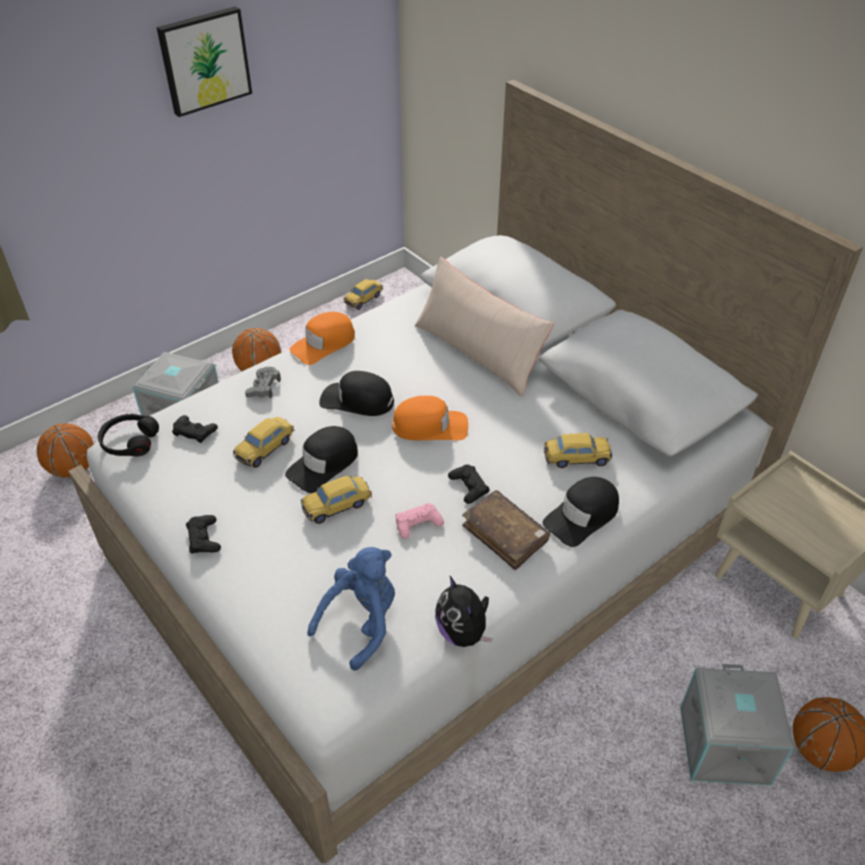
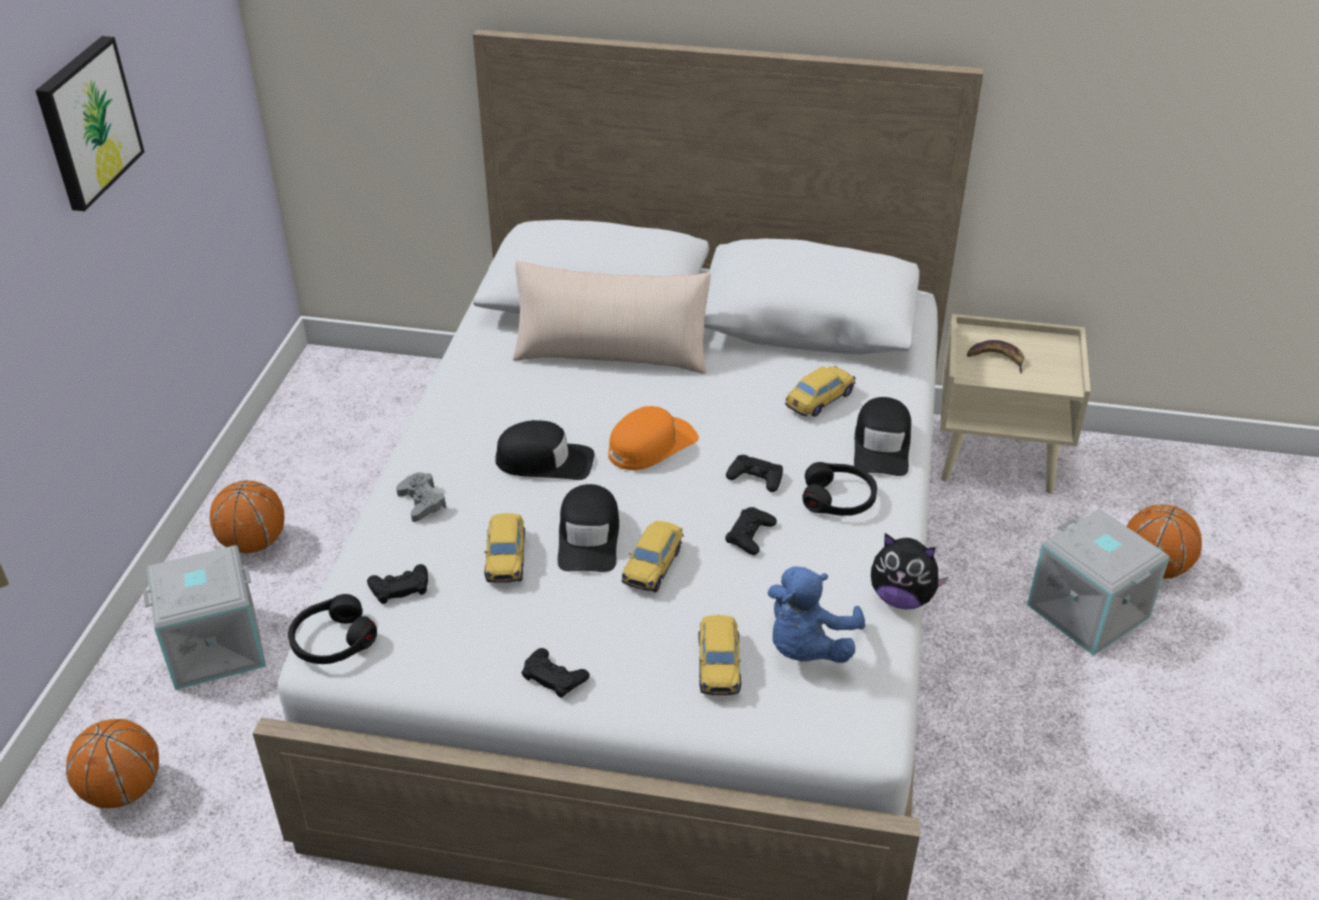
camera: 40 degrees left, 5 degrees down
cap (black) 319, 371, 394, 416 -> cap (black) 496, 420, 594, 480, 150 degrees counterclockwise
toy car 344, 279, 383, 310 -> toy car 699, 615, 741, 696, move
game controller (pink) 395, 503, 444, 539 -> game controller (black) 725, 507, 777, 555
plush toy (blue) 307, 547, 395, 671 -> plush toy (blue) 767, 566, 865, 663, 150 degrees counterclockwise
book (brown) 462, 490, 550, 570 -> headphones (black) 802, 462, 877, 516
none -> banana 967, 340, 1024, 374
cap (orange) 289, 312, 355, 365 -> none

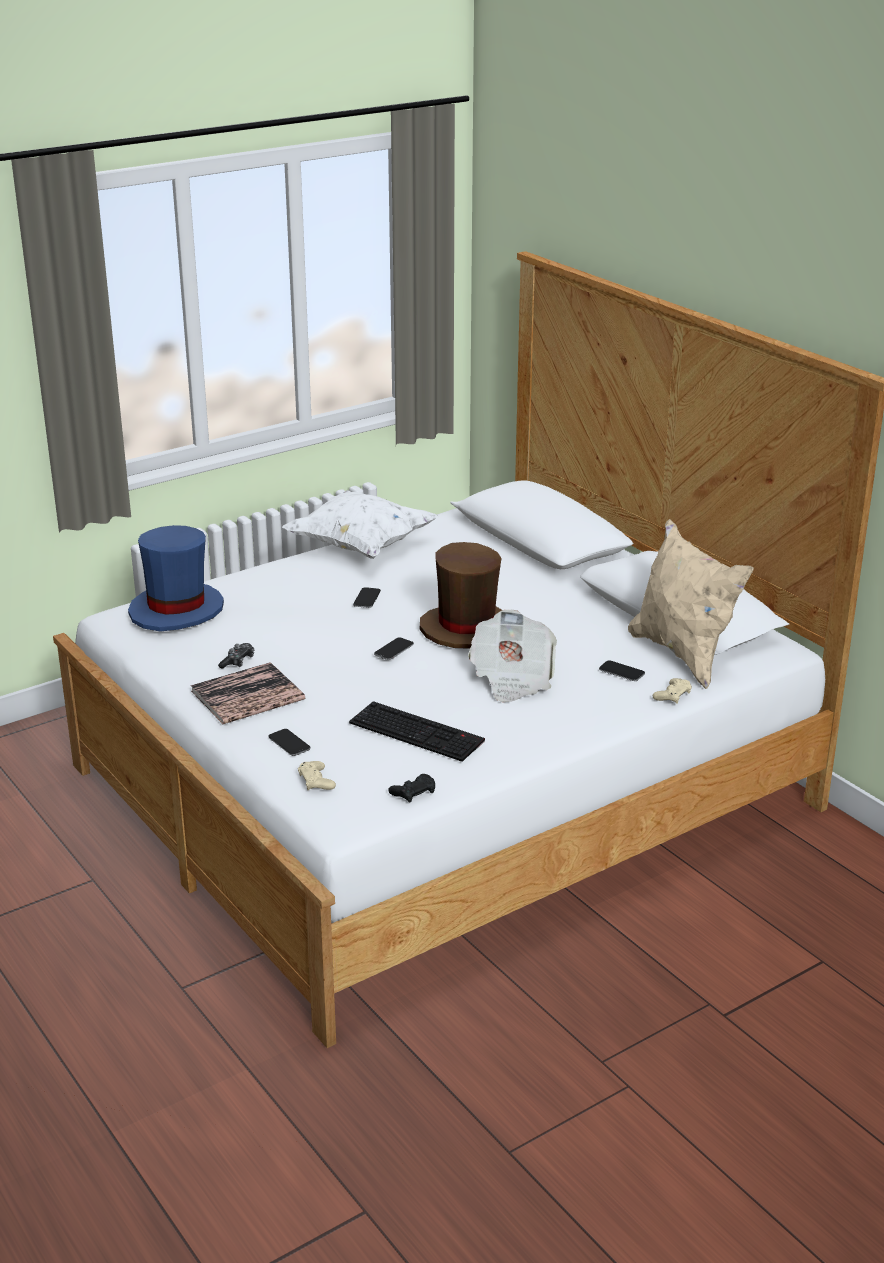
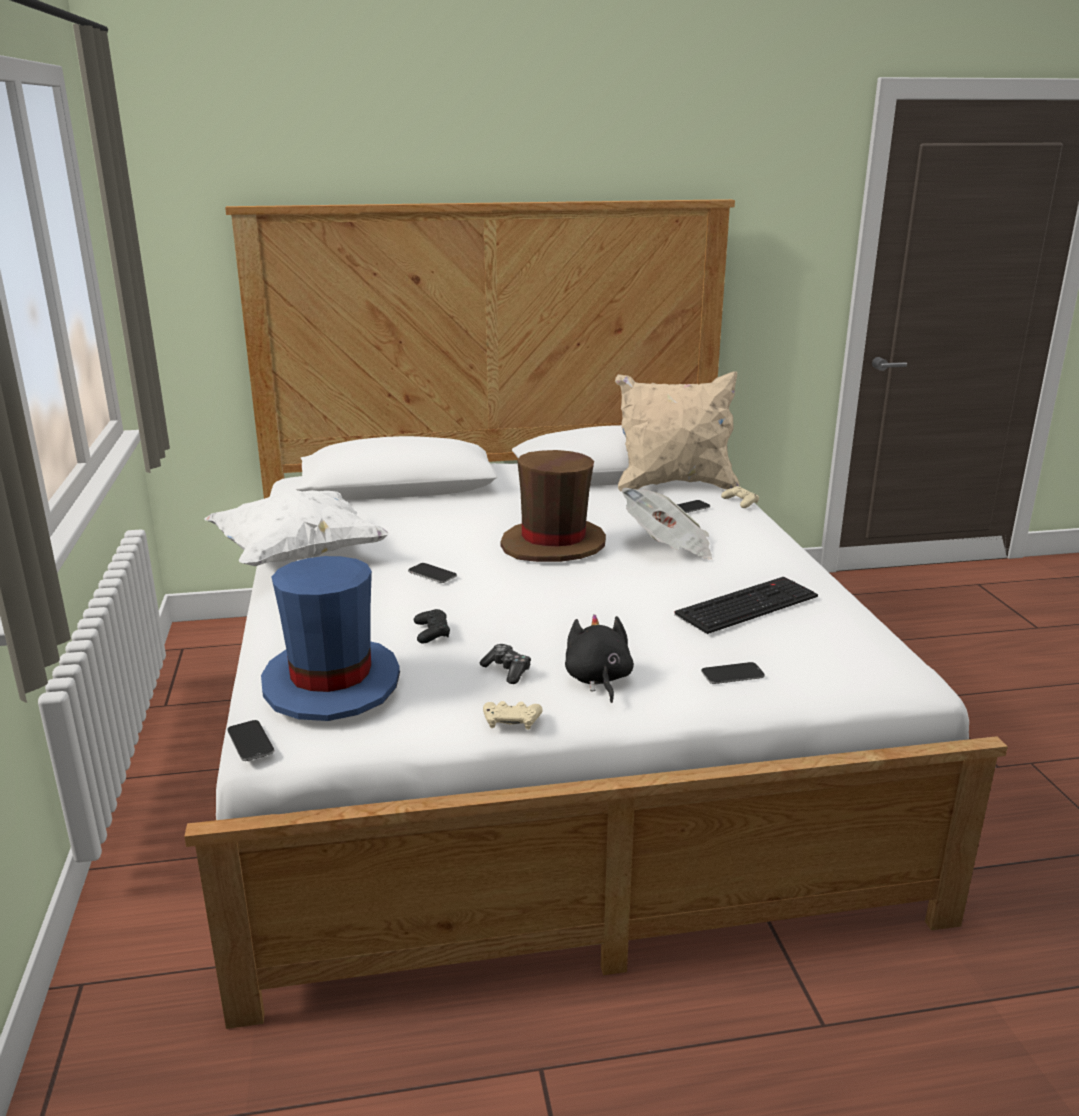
camera: 65 degrees left, 5 degrees down
phone 374, 637, 414, 660 -> phone 227, 720, 274, 761, move
game controller (black) 388, 774, 435, 803 -> game controller (black) 414, 609, 450, 644, move
game controller (beige) 298, 761, 336, 790 -> game controller (beige) 483, 701, 543, 730, move
book 190, 662, 305, 724 -> plush toy (black) 565, 614, 634, 703

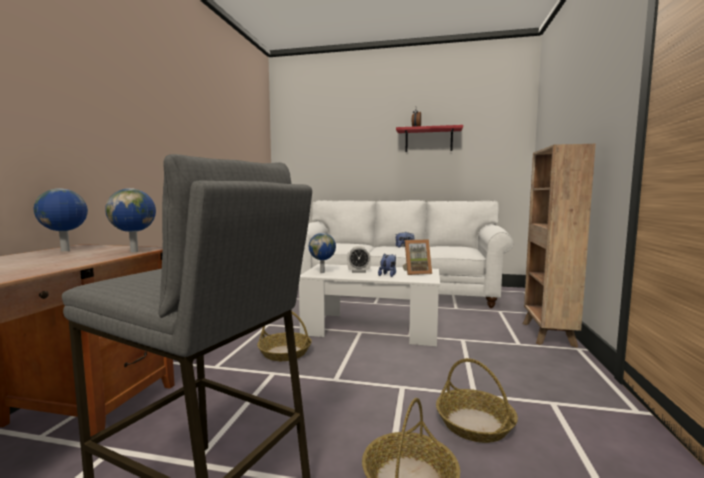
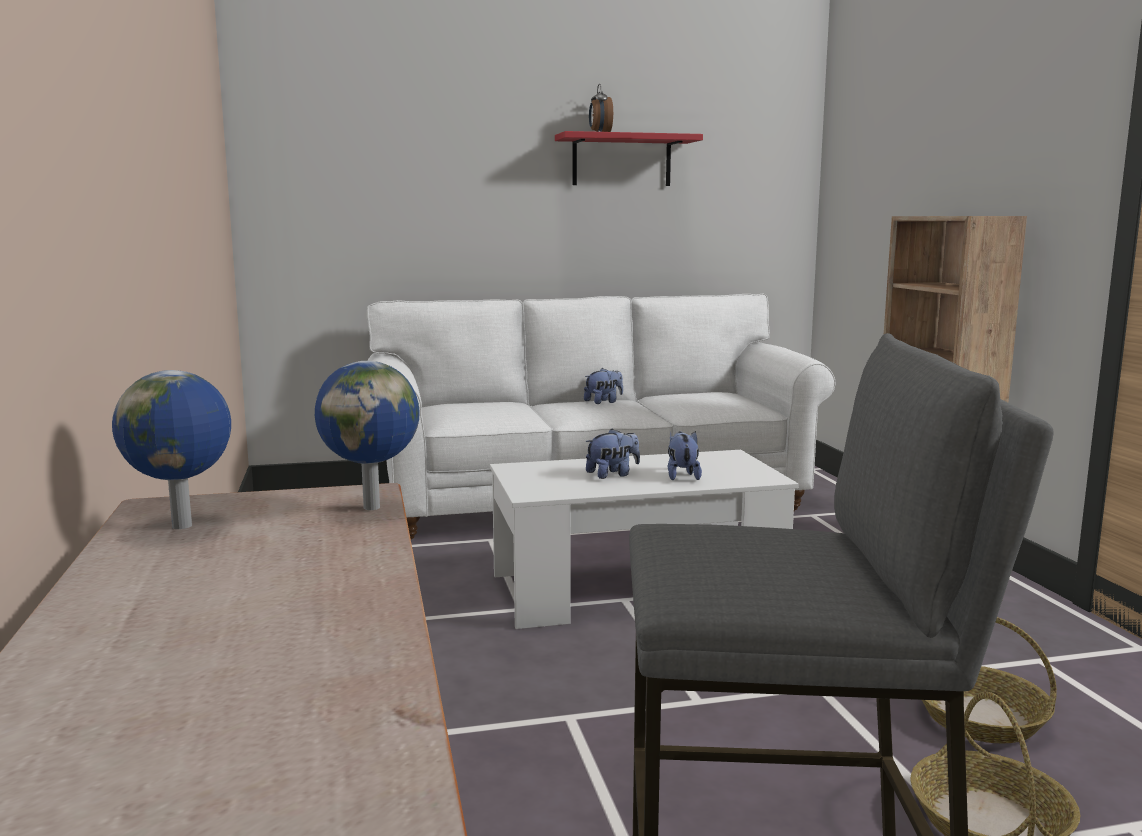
camera: 25 degrees left, 5 degrees up
alarm clock 347, 245, 371, 273 -> plush toy 586, 429, 640, 479
basket 257, 311, 312, 361 -> none
globe 309, 233, 336, 273 -> none
picture frame 403, 239, 432, 275 -> none

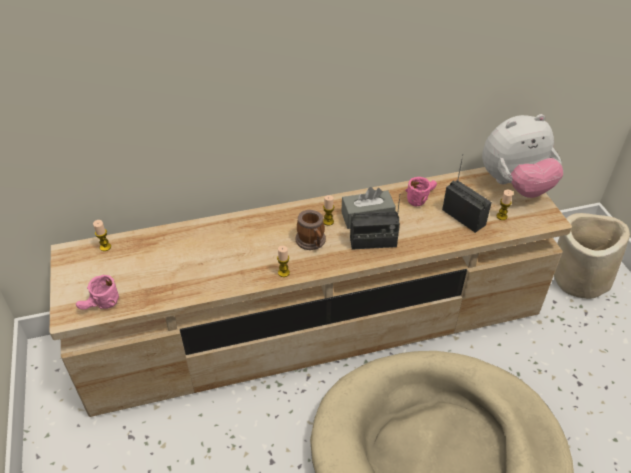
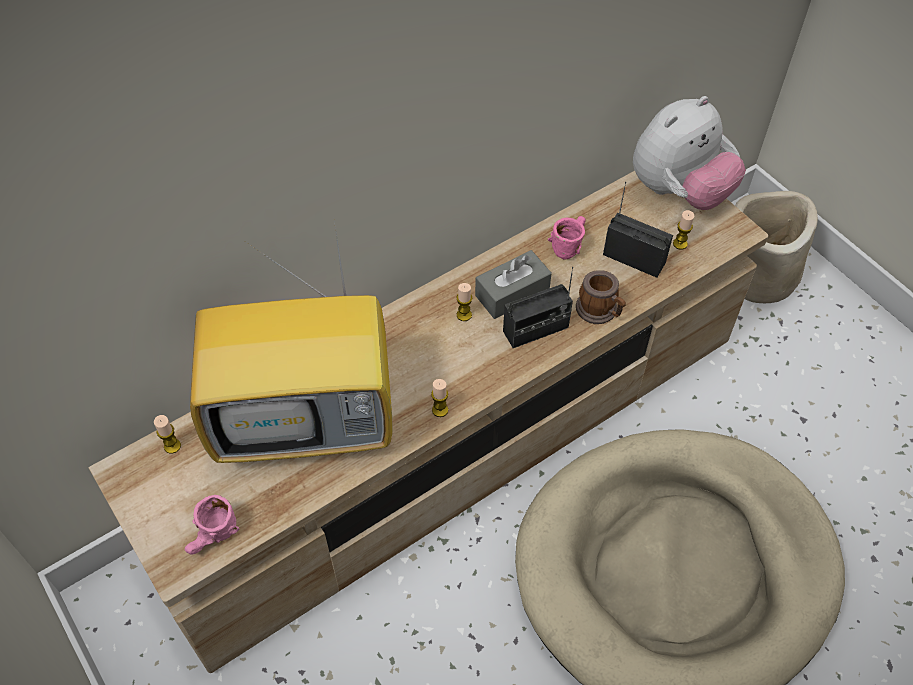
camera: 20 degrees left, 10 degrees up
none -> television 190, 221, 393, 463
mug 296, 210, 326, 250 -> mug 576, 270, 626, 324, move

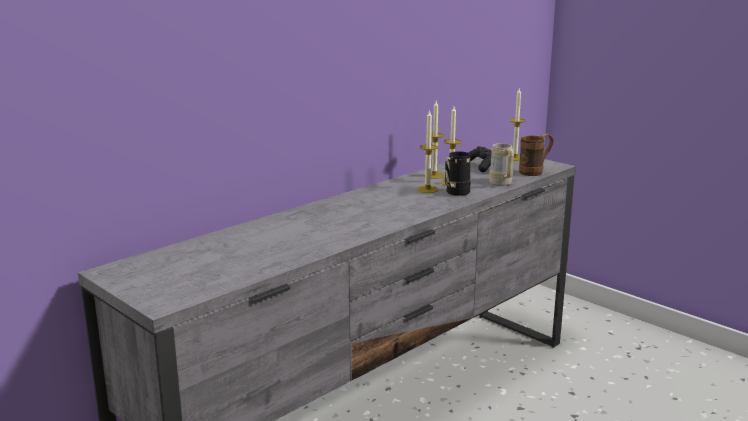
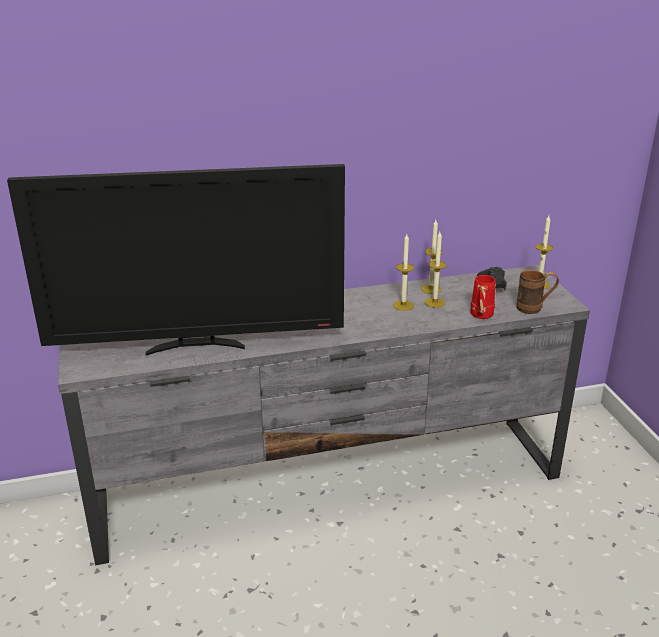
camera: 30 degrees right, 10 degrees up
none -> television 7, 164, 345, 355
mug (beige) 489, 143, 514, 186 -> mug (red) 470, 275, 496, 319
mug (black) 445, 151, 471, 196 -> none

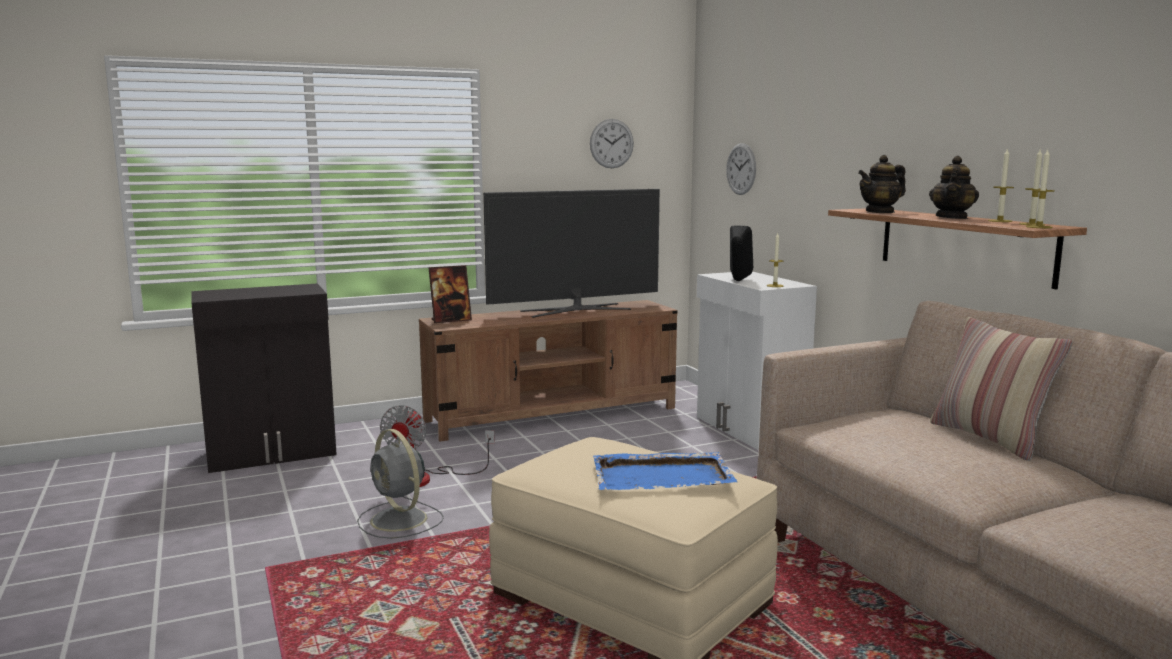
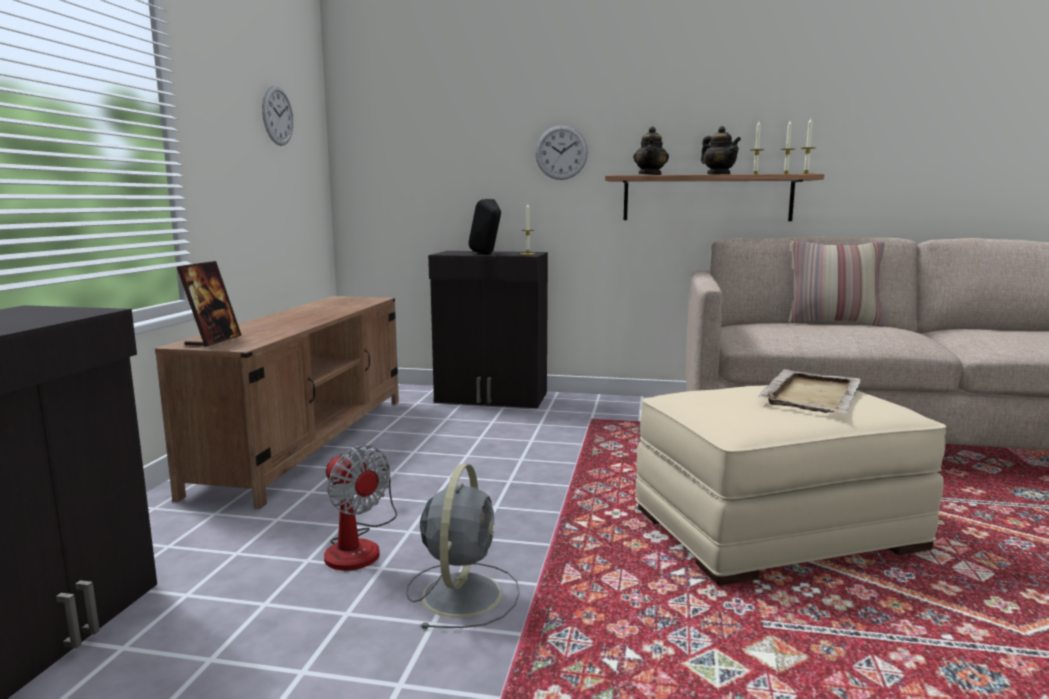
camera: 55 degrees left, 0 degrees up
fan (grey) 357, 429, 444, 539 -> fan (grey) 406, 464, 520, 629, 75 degrees counterclockwise
cabinet (white) 697, 272, 817, 450 -> cabinet (black) 428, 251, 548, 408
wall clock 726, 143, 756, 195 -> wall clock 535, 125, 588, 180, move
tray (blue) 593, 452, 737, 490 -> tray (beige) 757, 369, 861, 413
television 483, 189, 660, 318 -> none

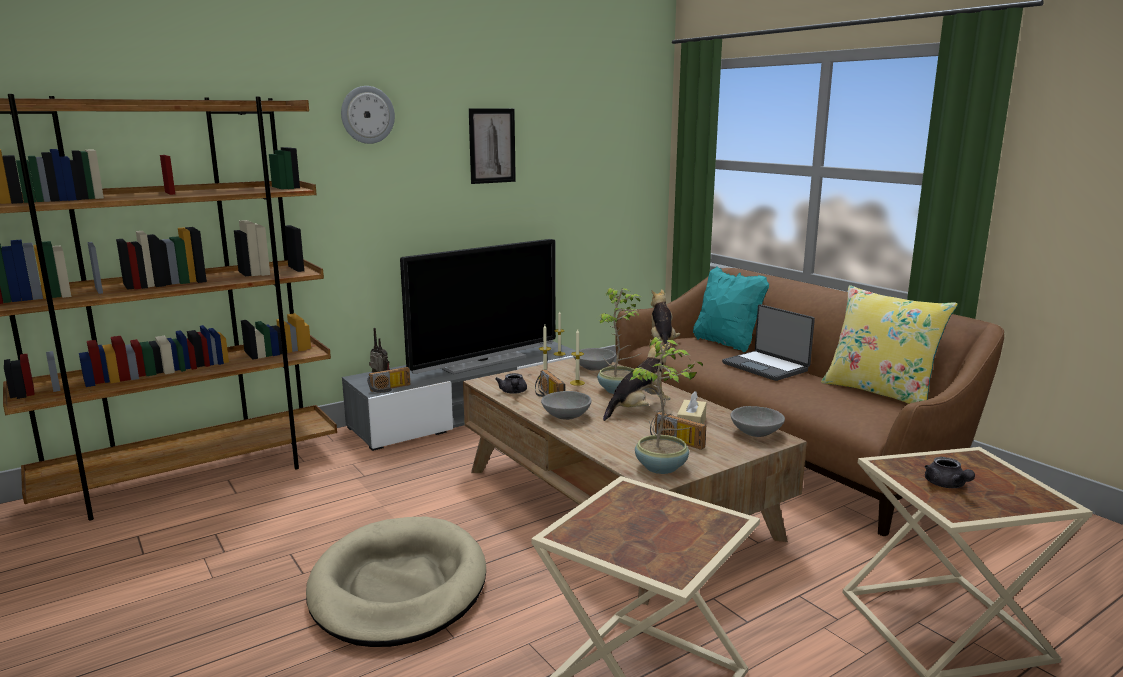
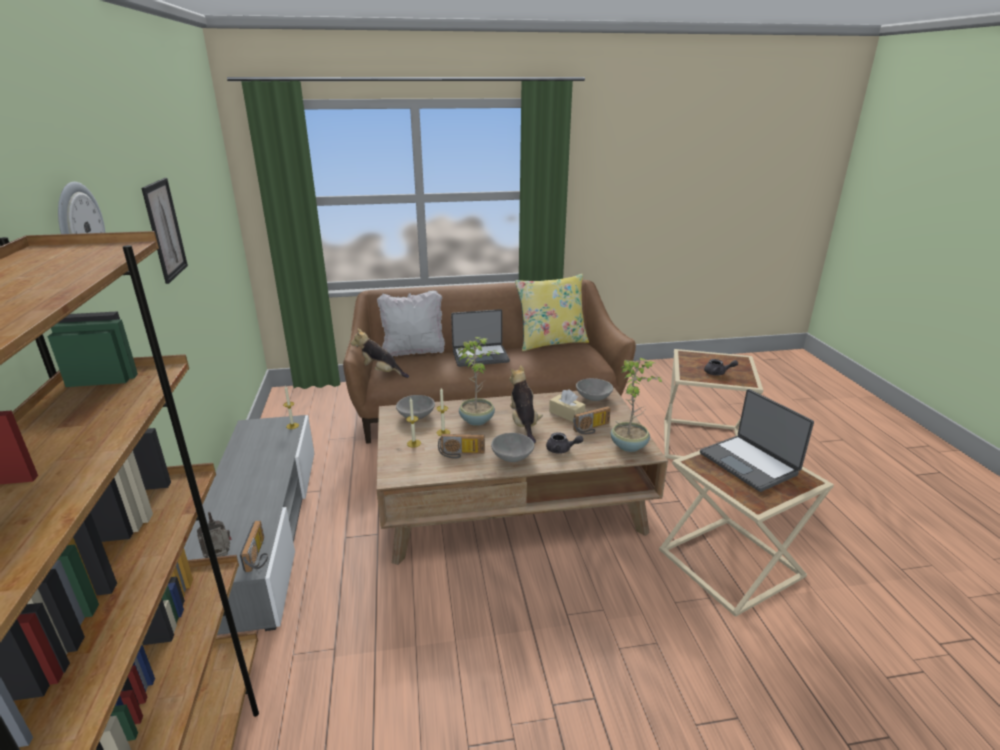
camera: 65 degrees left, 10 degrees up
pillow (turquoise) 693, 267, 769, 352 -> pillow (white) 377, 291, 445, 357
teapot (grey) 495, 373, 527, 394 -> teapot (grey) 546, 432, 583, 454, move
none -> laptop 700, 389, 814, 492
dog bed (beige) 306, 517, 486, 647 -> none
television 400, 239, 556, 374 -> none

